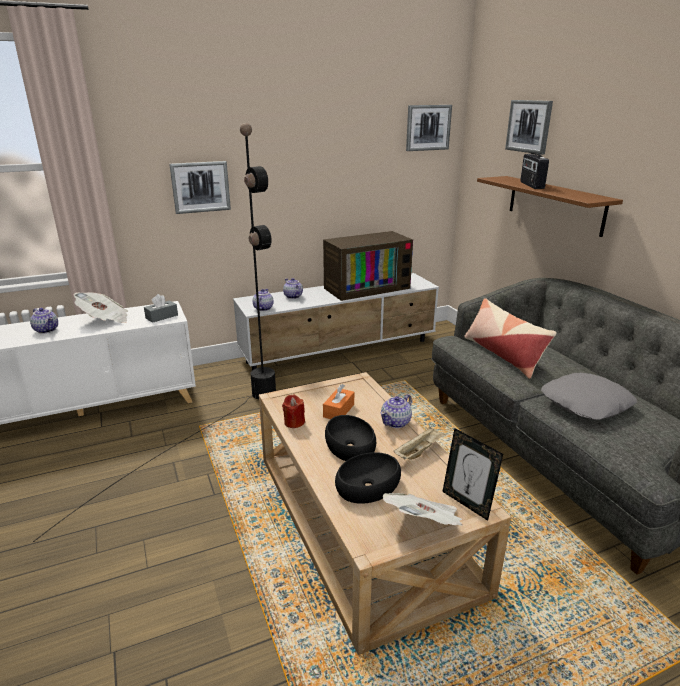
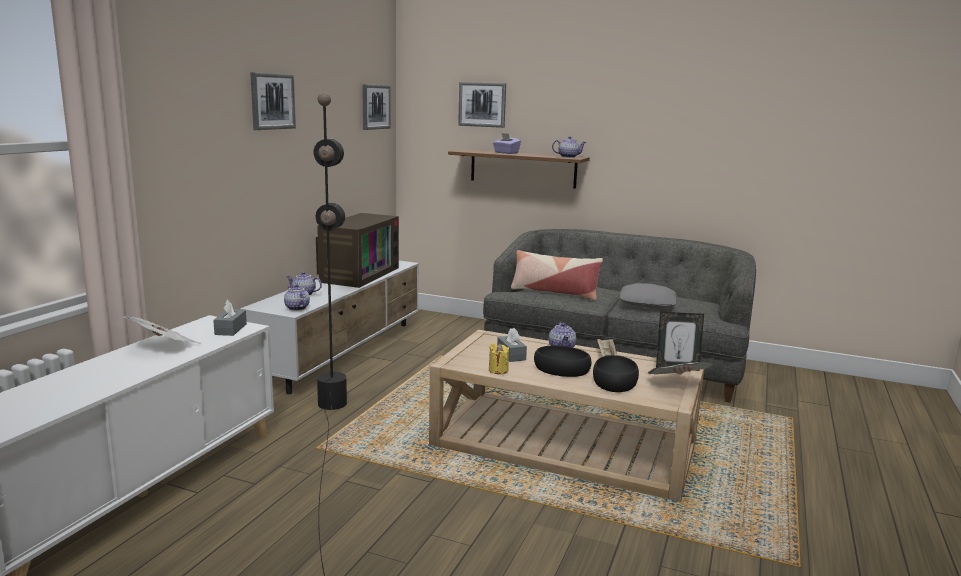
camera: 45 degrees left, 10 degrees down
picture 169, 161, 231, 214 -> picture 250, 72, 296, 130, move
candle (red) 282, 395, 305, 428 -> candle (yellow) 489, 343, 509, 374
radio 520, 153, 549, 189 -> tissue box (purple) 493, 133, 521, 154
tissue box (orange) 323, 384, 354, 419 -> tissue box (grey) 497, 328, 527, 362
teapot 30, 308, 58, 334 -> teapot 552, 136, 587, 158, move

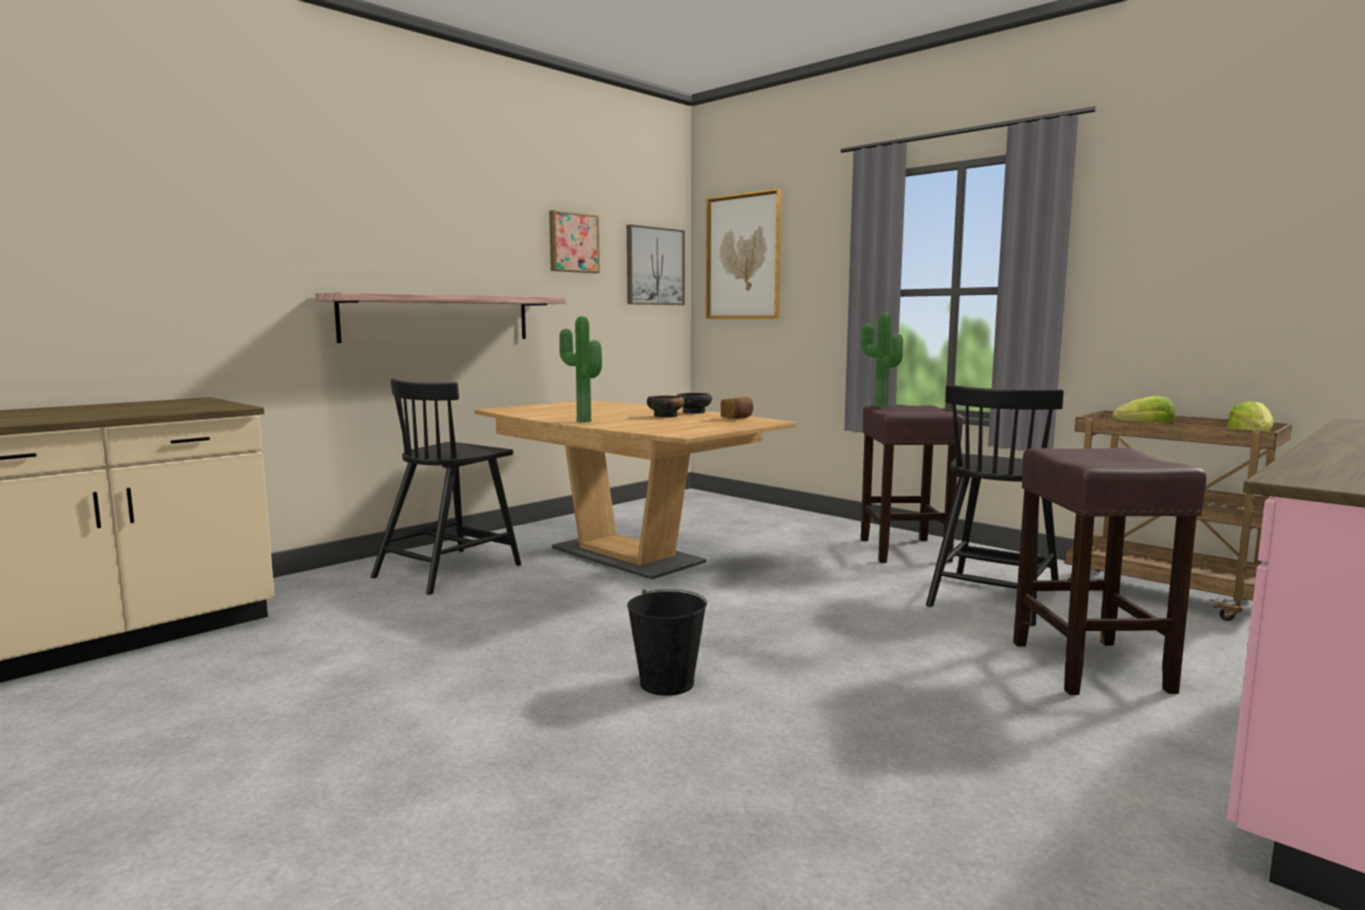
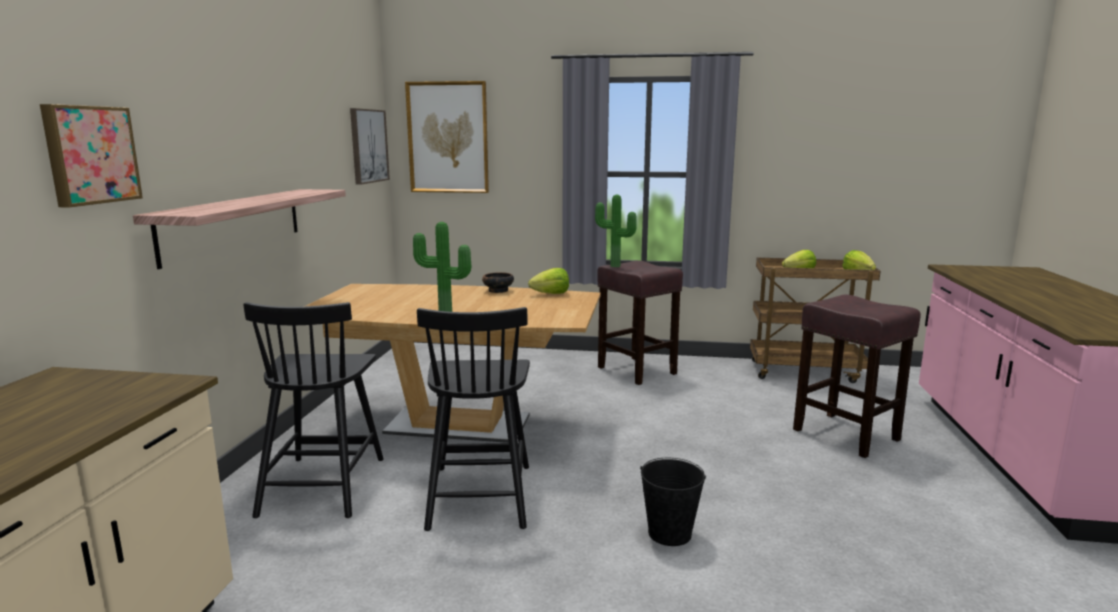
camera: 35 degrees left, 5 degrees up
picture 549, 210, 600, 273 -> picture 40, 104, 143, 208, move
chair (black) 926, 385, 1064, 626 -> chair (black) 417, 307, 530, 531, move
bread 721, 397, 753, 419 -> lettuce 528, 268, 569, 294
bowl 647, 395, 684, 418 -> none

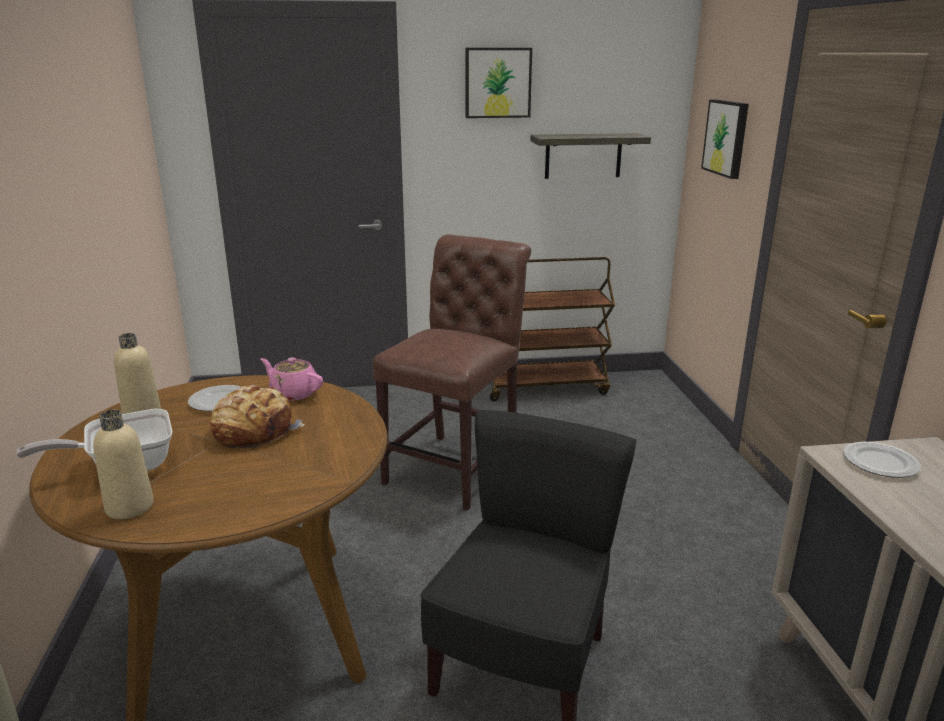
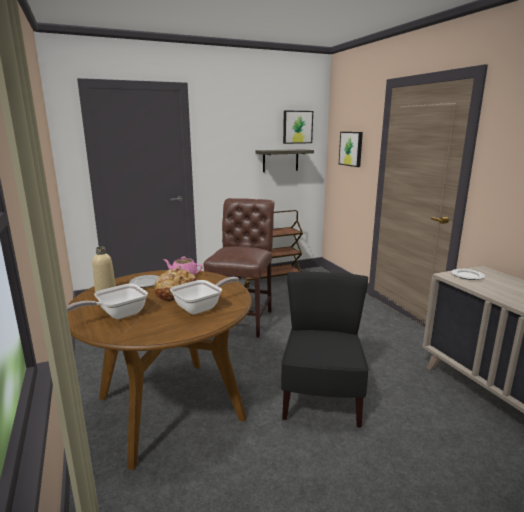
camera: 15 degrees left, 5 degrees down
none -> frying pan 170, 277, 239, 315
picture 465, 48, 532, 118 -> picture 283, 110, 313, 144, move
bottle (beige) 93, 410, 154, 519 -> none

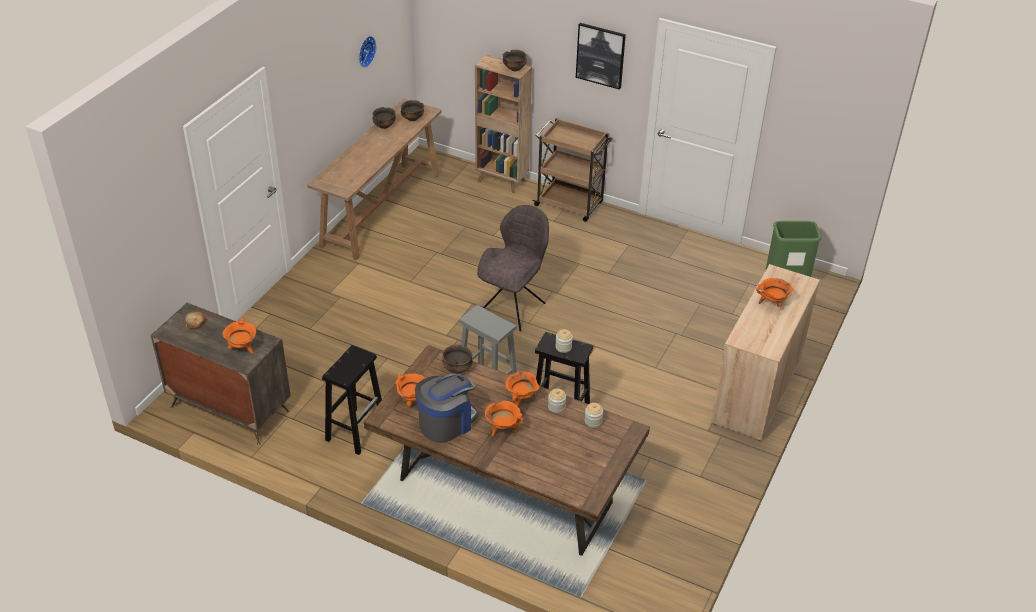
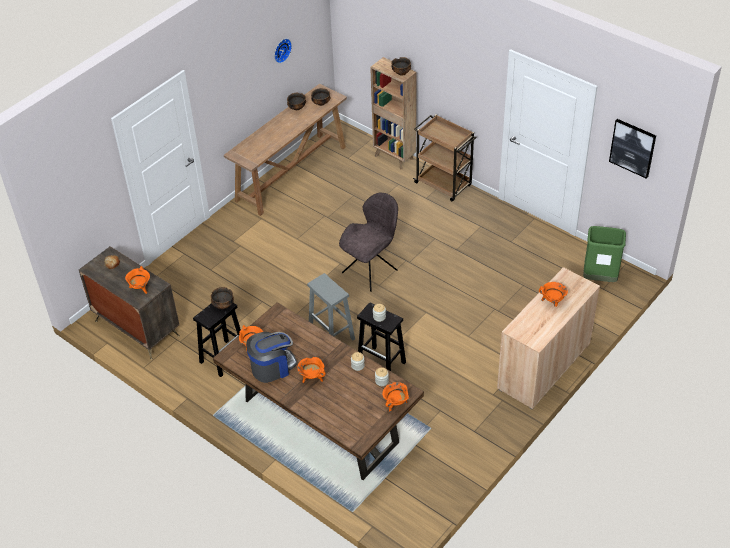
camera: 15 degrees right, 5 degrees up
bowl 442, 345, 473, 374 -> bowl 211, 287, 234, 309, move
cooking pot (orange) 505, 371, 540, 407 -> cooking pot (orange) 382, 382, 409, 412, move
picture 576, 23, 626, 90 -> picture 609, 119, 656, 179, move

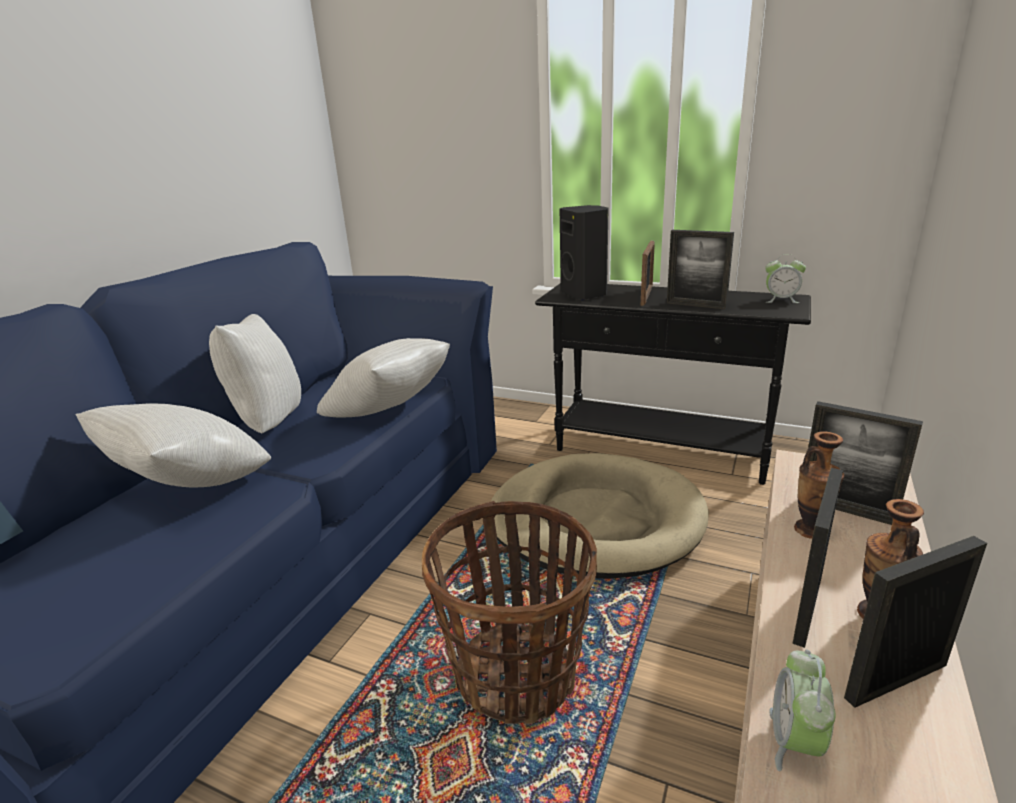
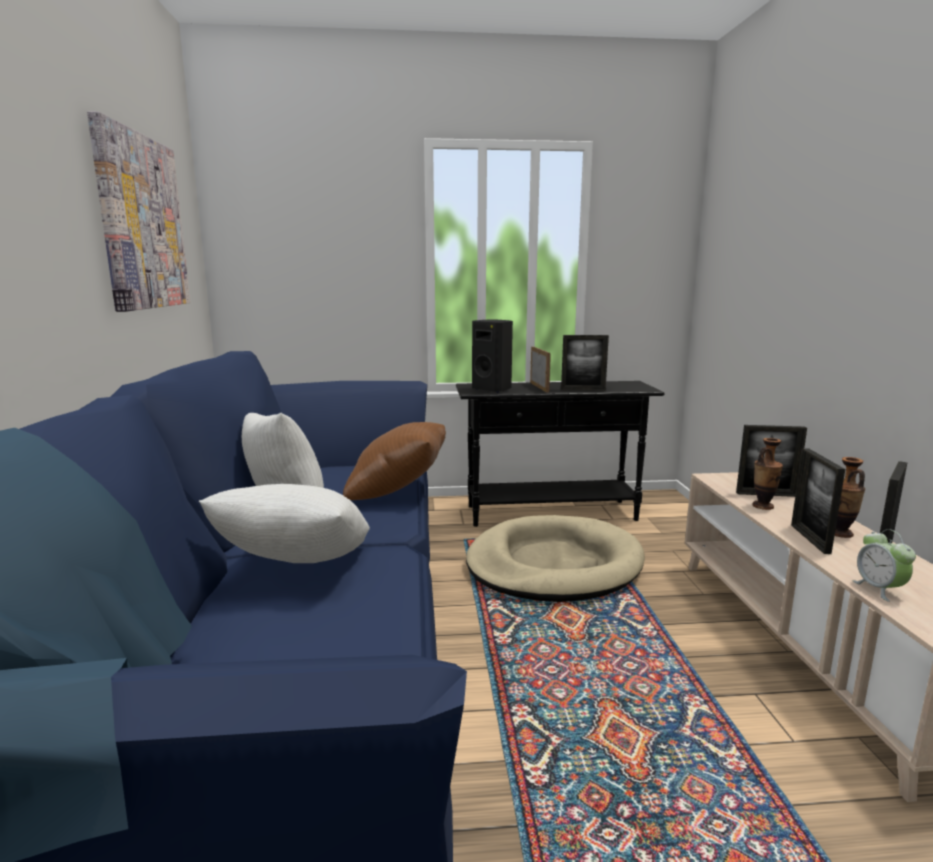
camera: 30 degrees left, 10 degrees down
none -> picture 87, 111, 190, 312
pillow (white) 317, 338, 450, 417 -> pillow (brown) 343, 422, 446, 500
basket 422, 501, 597, 724 -> none
alarm clock 765, 254, 806, 303 -> none

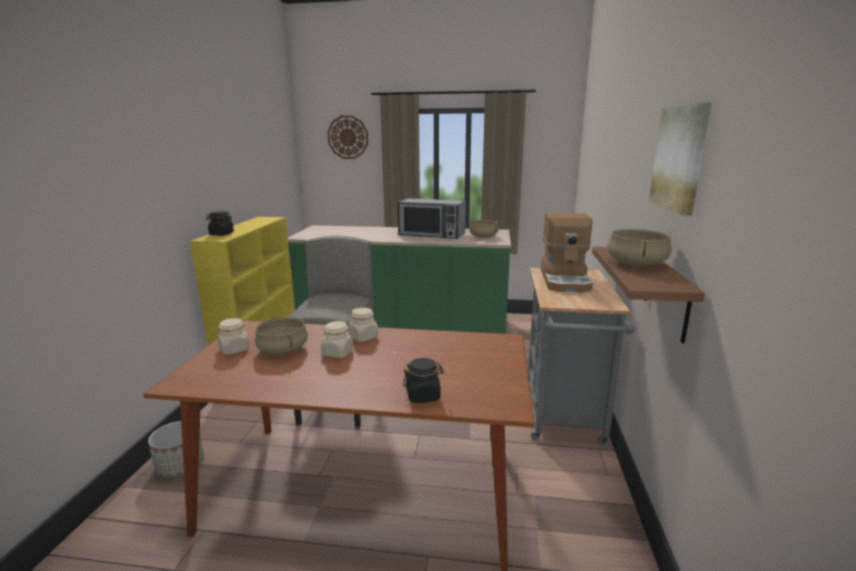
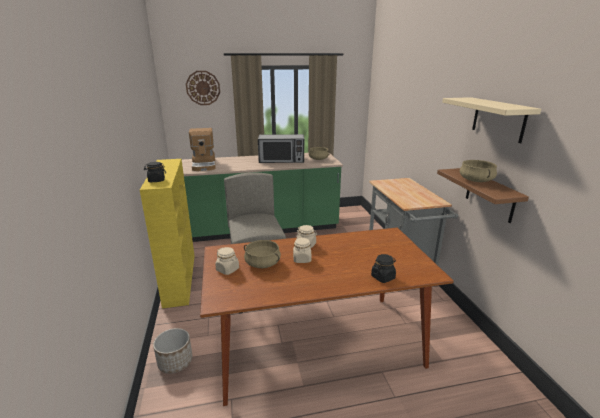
camera: 20 degrees left, 5 degrees up
coffee machine 541, 213, 593, 292 -> coffee machine 189, 128, 216, 171, move
picture 649, 102, 712, 216 -> shelf (beige) 442, 97, 541, 143

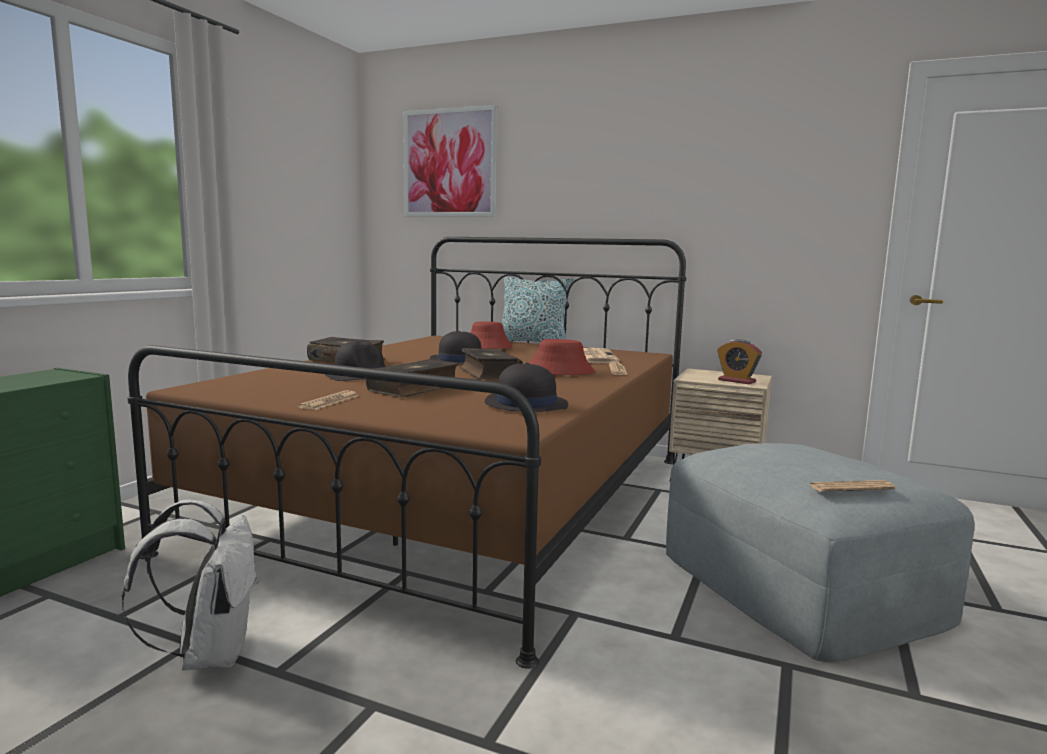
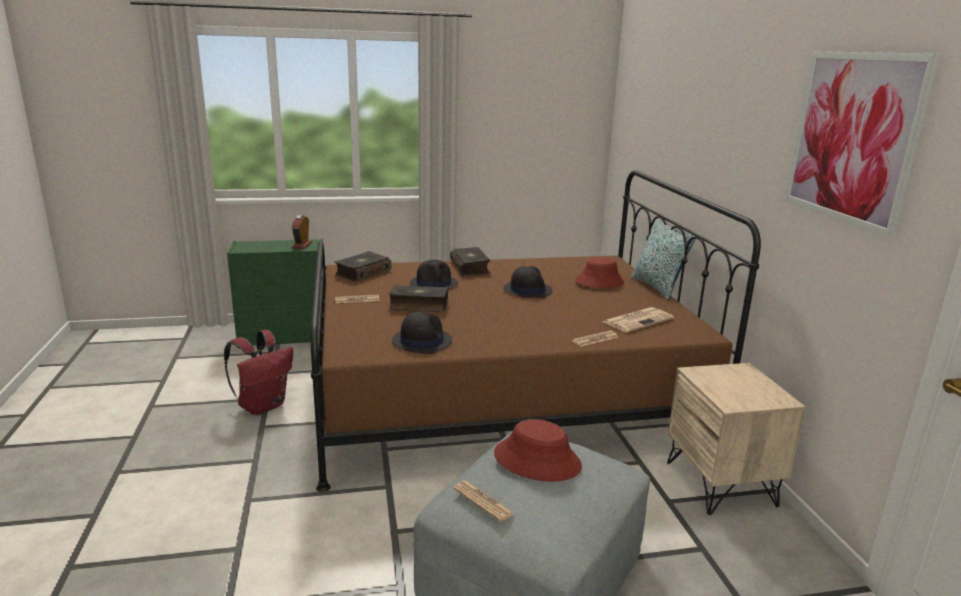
camera: 55 degrees right, 10 degrees up
backpack (white) 122, 500, 258, 671 -> backpack (red) 224, 330, 293, 415
alarm clock 717, 339, 762, 384 -> alarm clock 292, 215, 312, 249, move
book 460, 348, 523, 379 -> book 335, 251, 392, 282, move
hat (red) 529, 339, 595, 375 -> hat (red) 494, 419, 582, 481, move
picture 403, 105, 497, 217 -> picture 784, 51, 941, 238, move

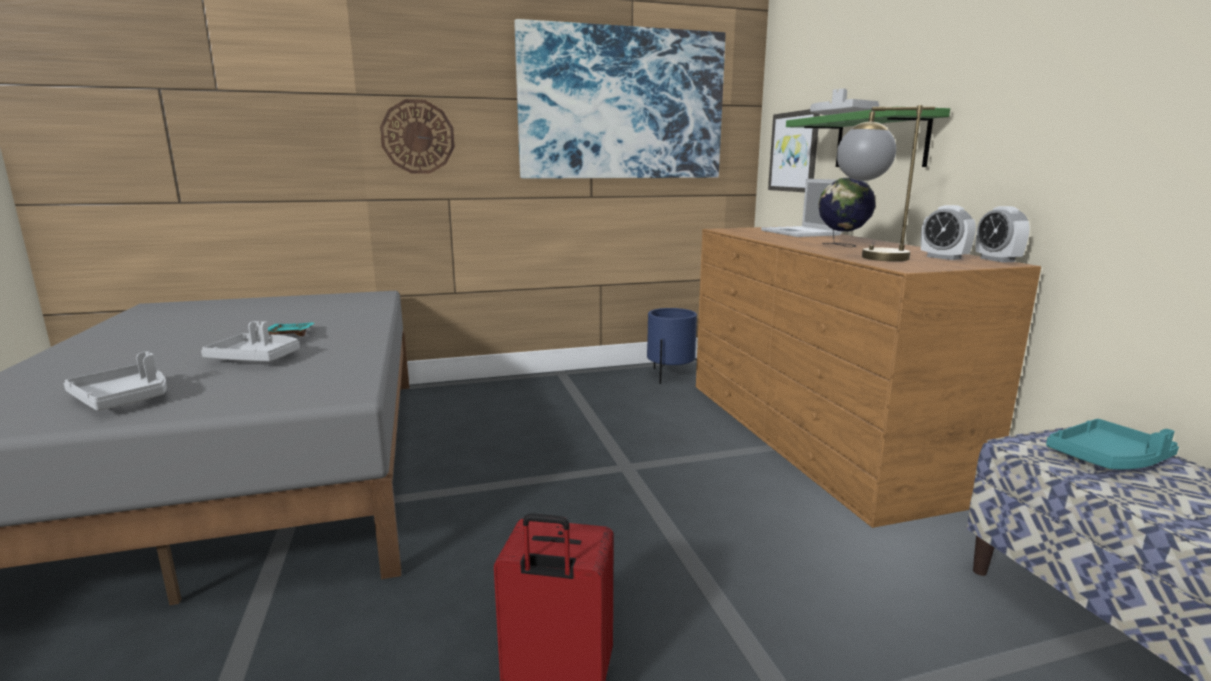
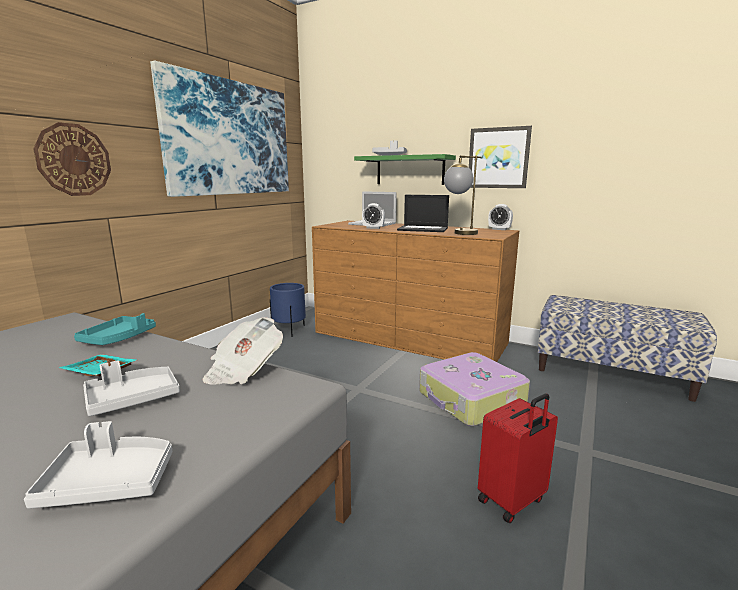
camera: 45 degrees left, 0 degrees up
tray (turquoise) 1046, 419, 1179, 469 -> tray (turquoise) 74, 313, 156, 345, move
none -> newspaper 202, 317, 283, 385
alarm clock 921, 205, 976, 260 -> alarm clock 362, 203, 385, 229, move
globe 819, 177, 875, 247 -> laptop 397, 195, 449, 232
none -> suitcase 419, 352, 530, 426
picture 768, 109, 820, 192 -> picture 469, 126, 532, 188, move

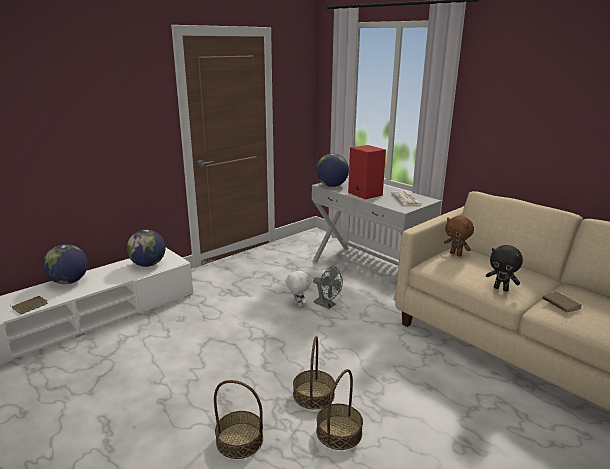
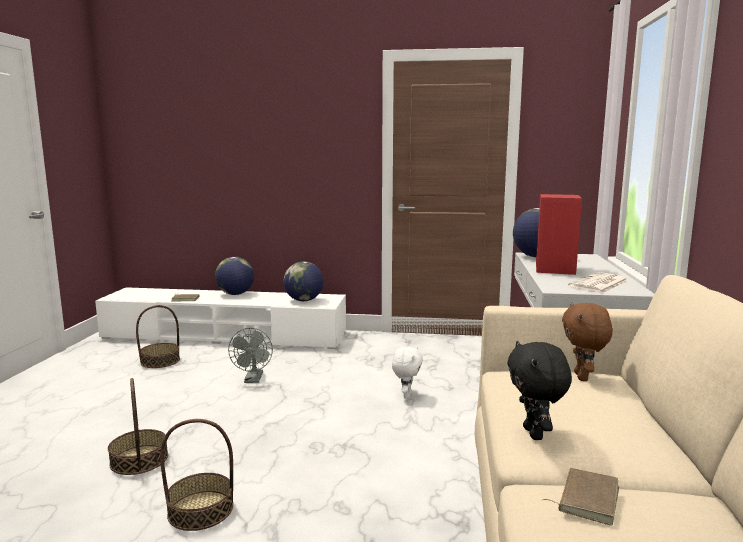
camera: 50 degrees right, 10 degrees down
basket 293, 336, 335, 410 -> basket 136, 305, 180, 368, move
fan (grey) 313, 266, 343, 309 -> fan (grey) 228, 328, 273, 383, move

